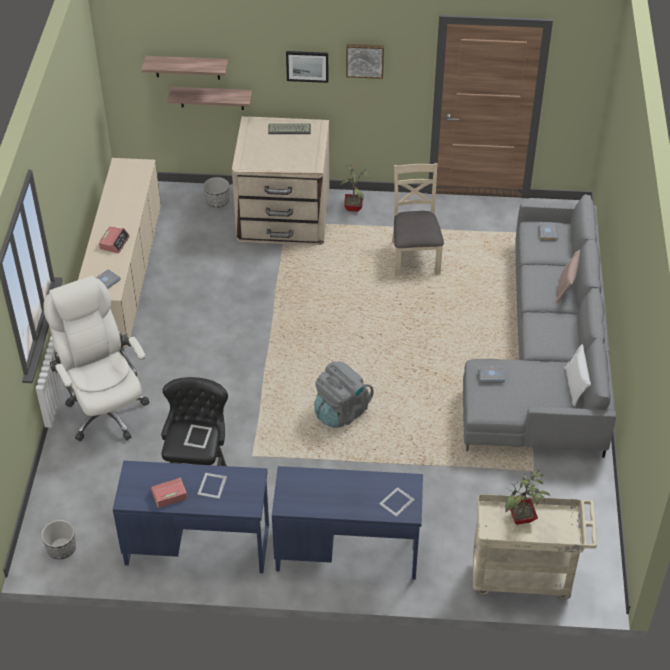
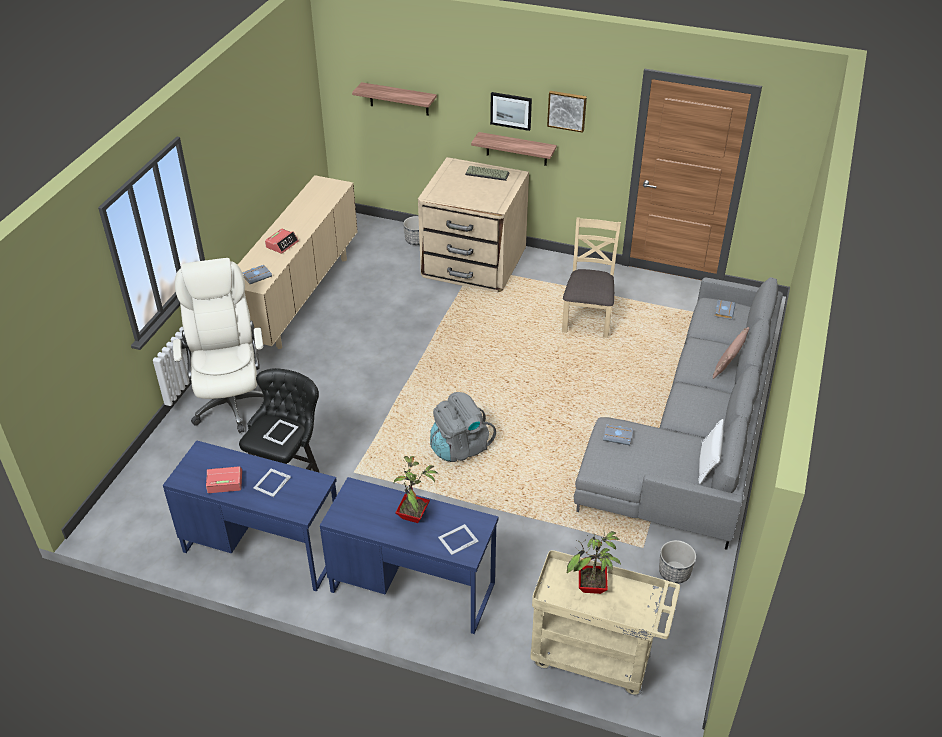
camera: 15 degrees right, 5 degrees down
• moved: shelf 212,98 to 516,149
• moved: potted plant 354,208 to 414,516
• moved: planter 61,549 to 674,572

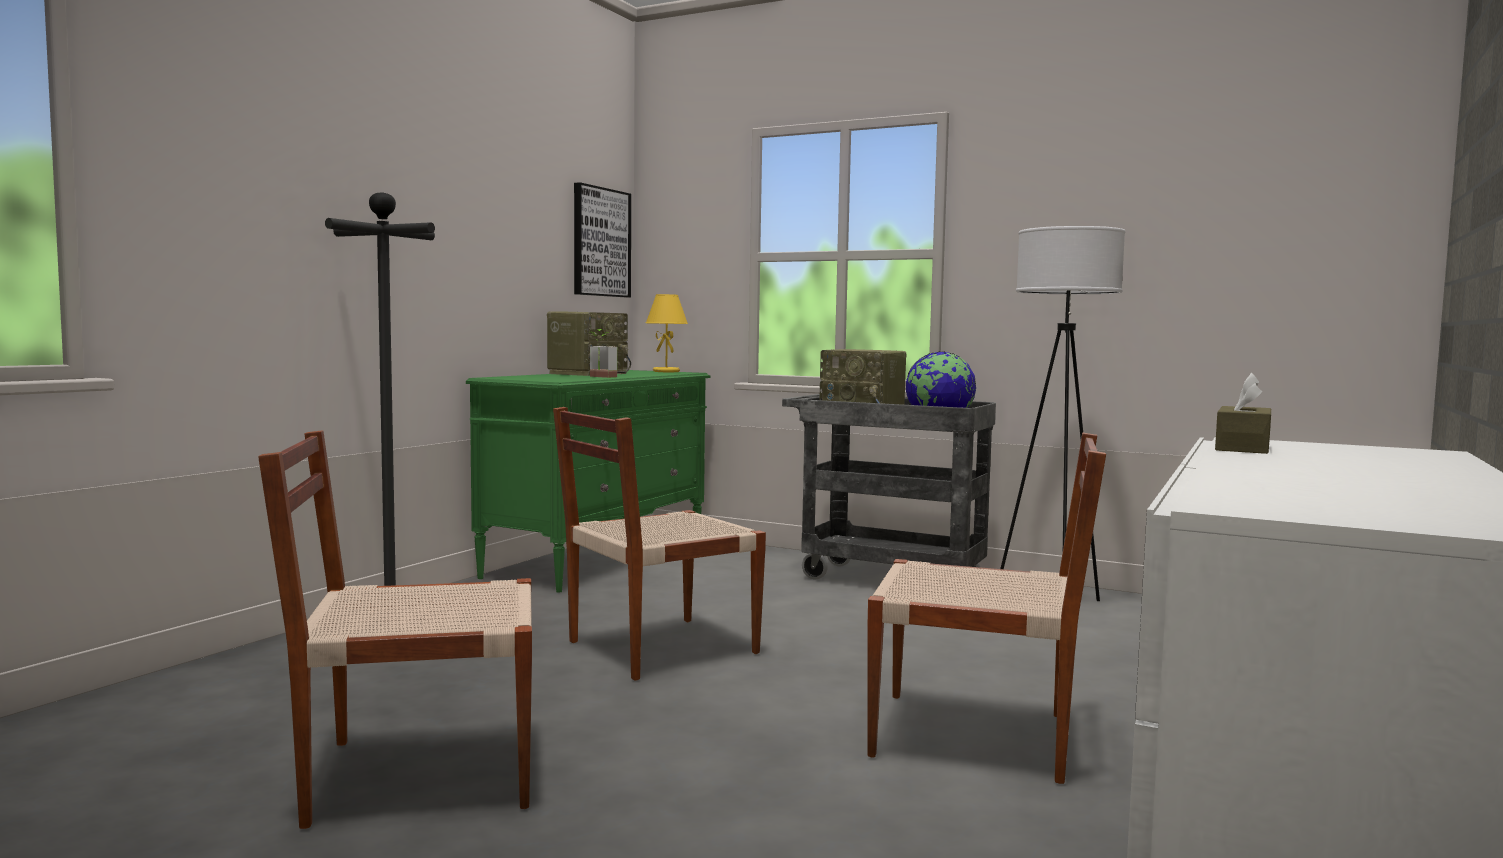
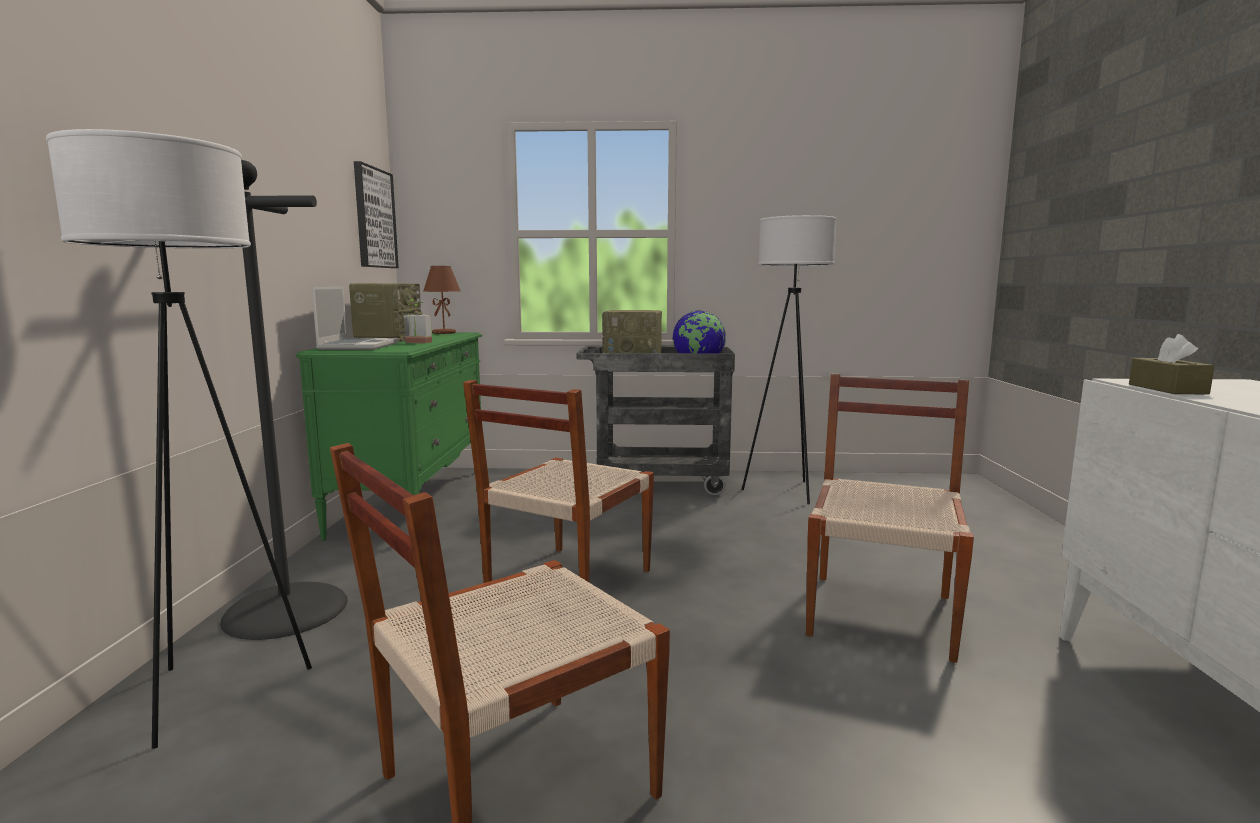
camera: 25 degrees left, 5 degrees up
• recoloured: yellow table lamp 666,371 to brown table lamp 444,333
• turned: chair 977,737 = 881,613 60 degrees counterclockwise
• added: white floor lamp 218,691
• added: laptop 358,346

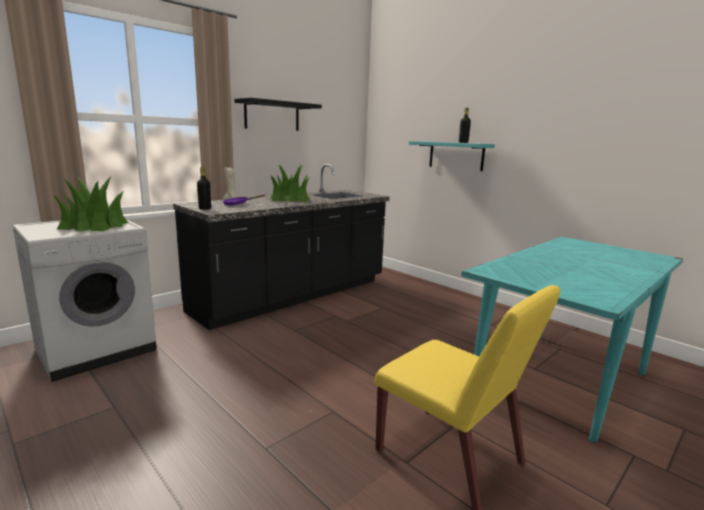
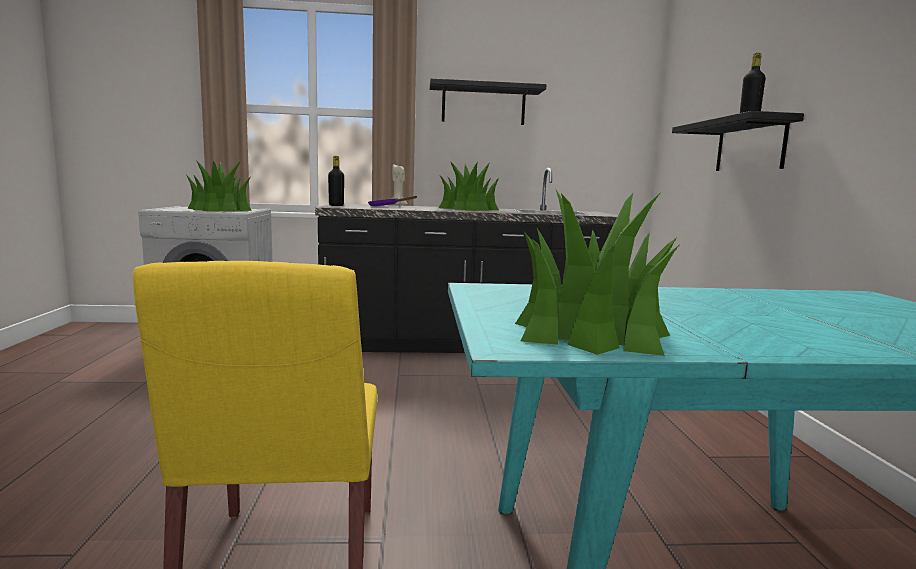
camera: 40 degrees right, 5 degrees down
• recoloured: turquoise shelf 456,155 to black shelf 750,146
• added: potted plant 591,330

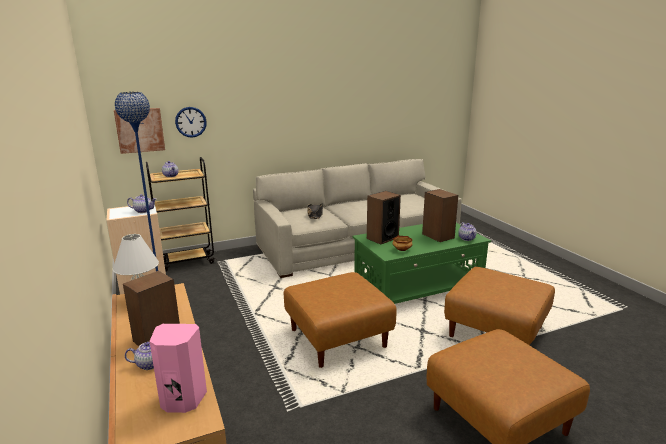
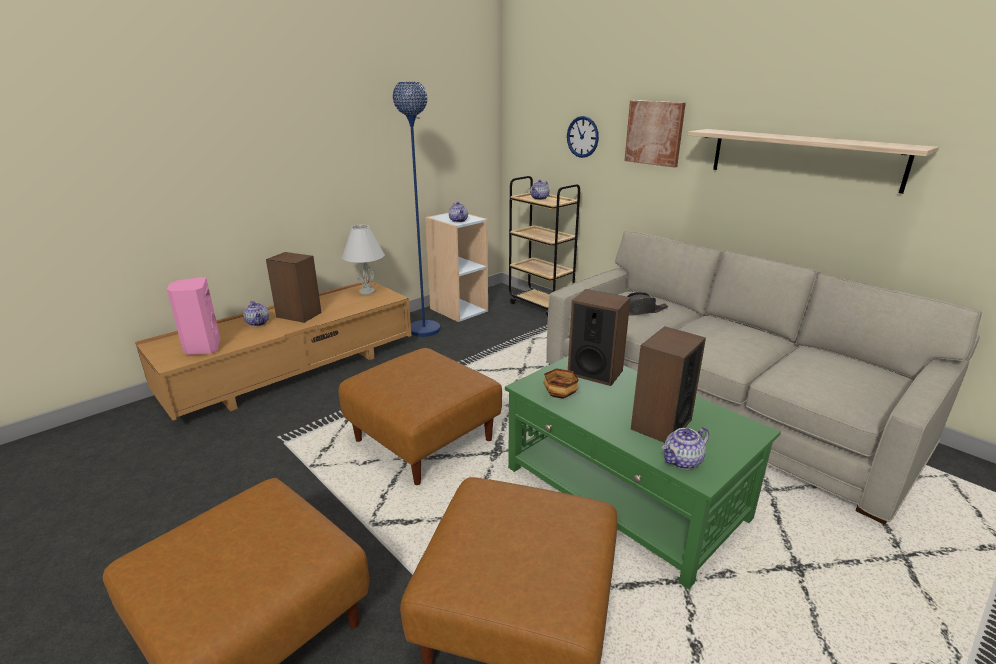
camera: 70 degrees right, 5 degrees up
• moved: picture 140,130 to 654,133
• added: shelf 803,158

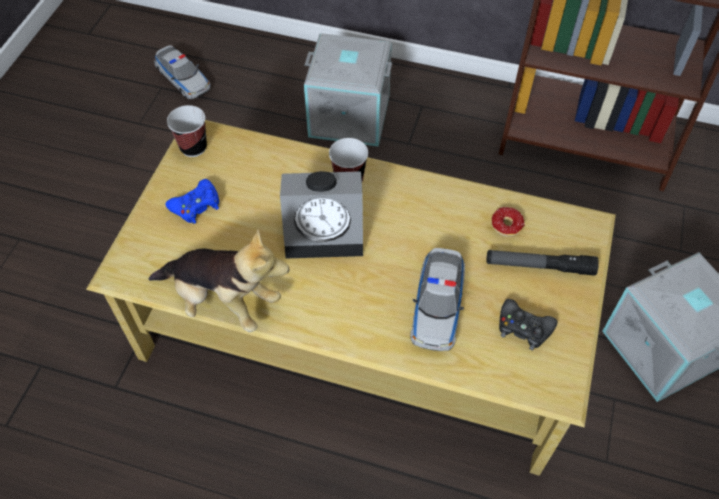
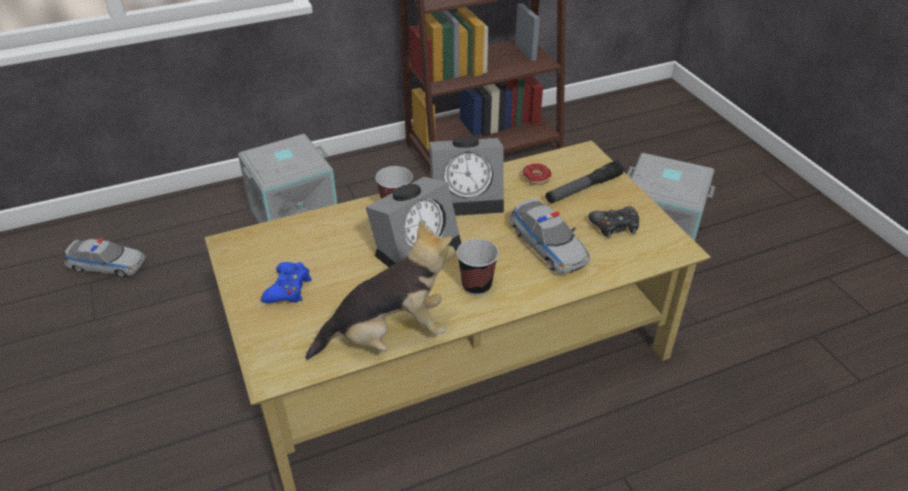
camera: 40 degrees left, 15 degrees down
• moved: cup 193,147 to 476,285
• added: alarm clock 468,198

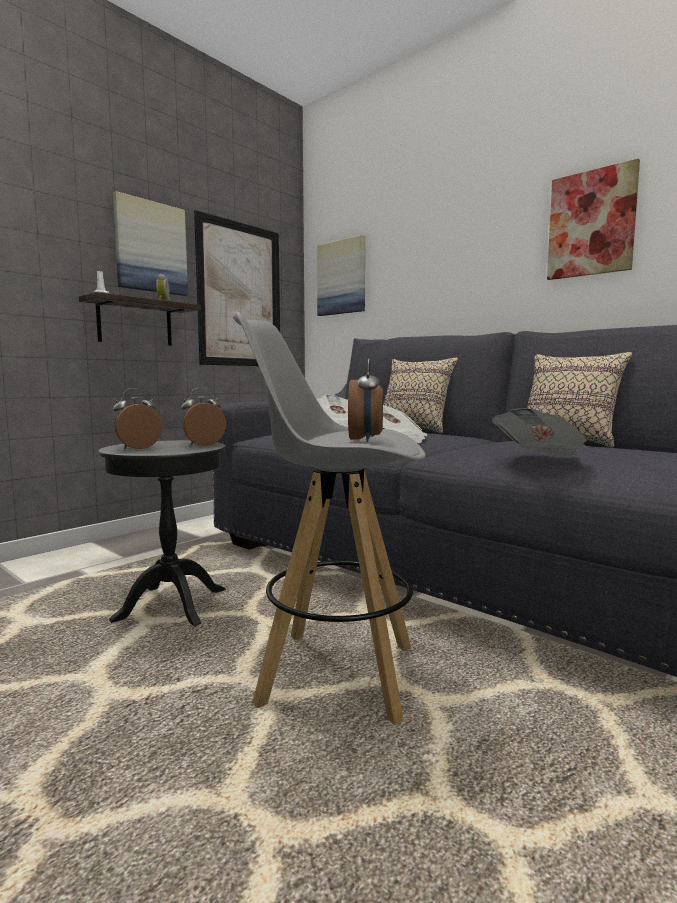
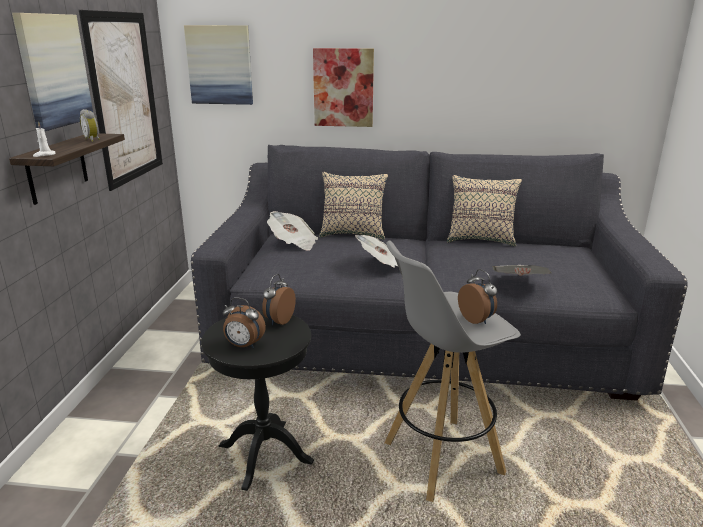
camera: 35 degrees left, 15 degrees up
• moved: picture 591,223 to 343,88
• turned: alarm clock 137,448 = 244,345 90 degrees counterclockwise

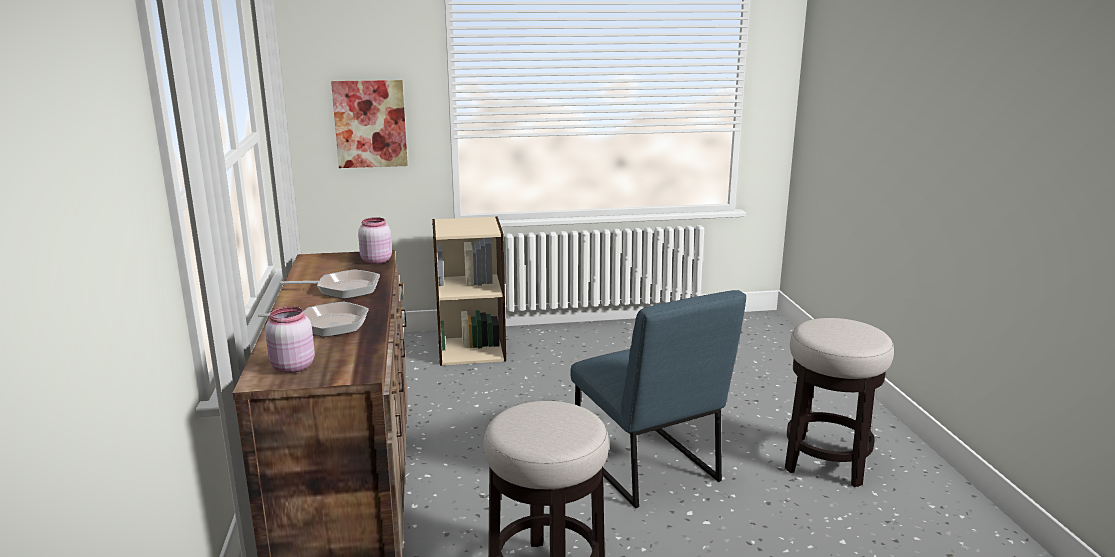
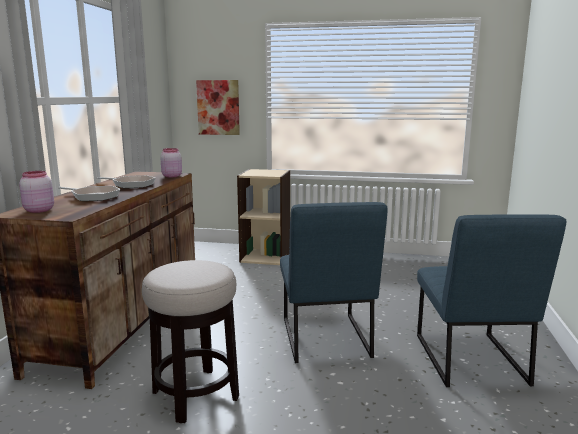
camera: 20 degrees right, 5 degrees down
• replaced: stool 826,462 to blue chair 470,360

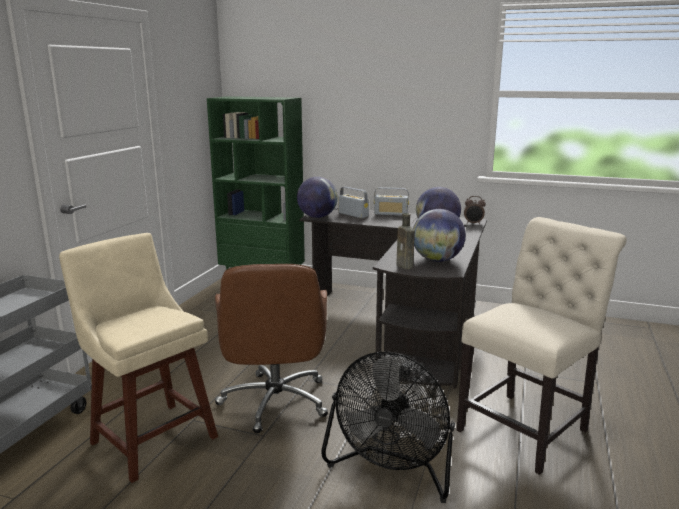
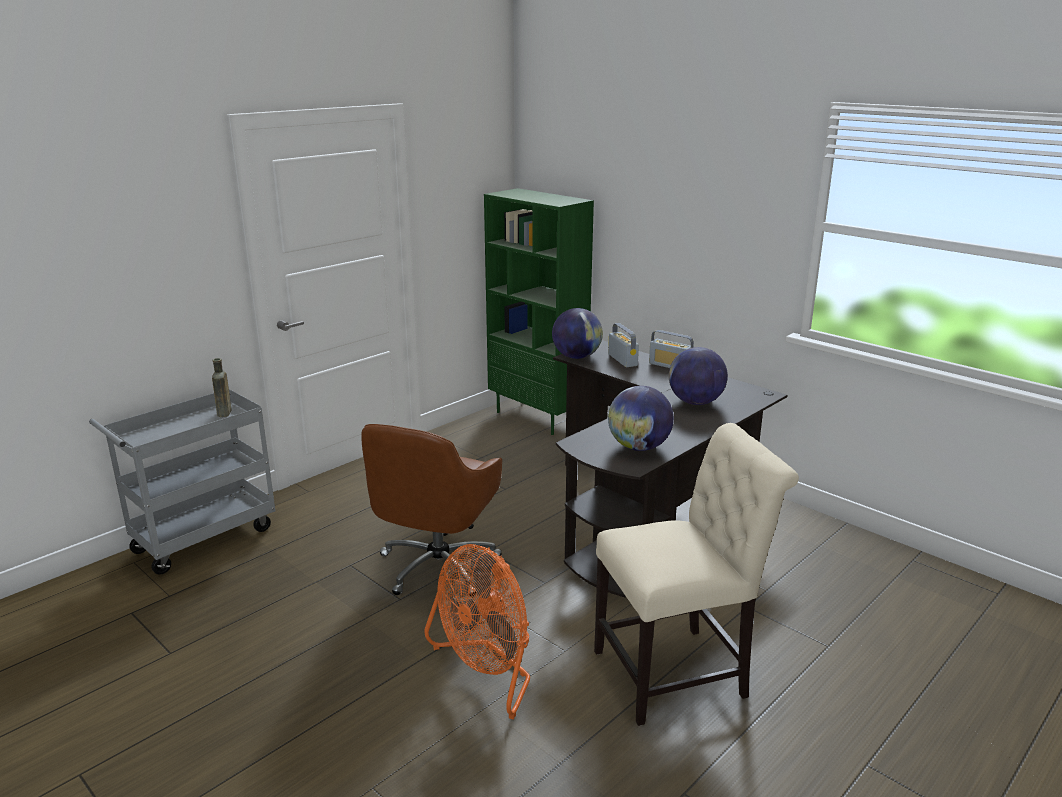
camera: 25 degrees right, 5 degrees up
• removed: alarm clock 473,223
• moved: brown bottle 405,266 to 224,413
• removed: beige chair 151,437
• recoloured: black fan 388,467 to orange fan 490,666

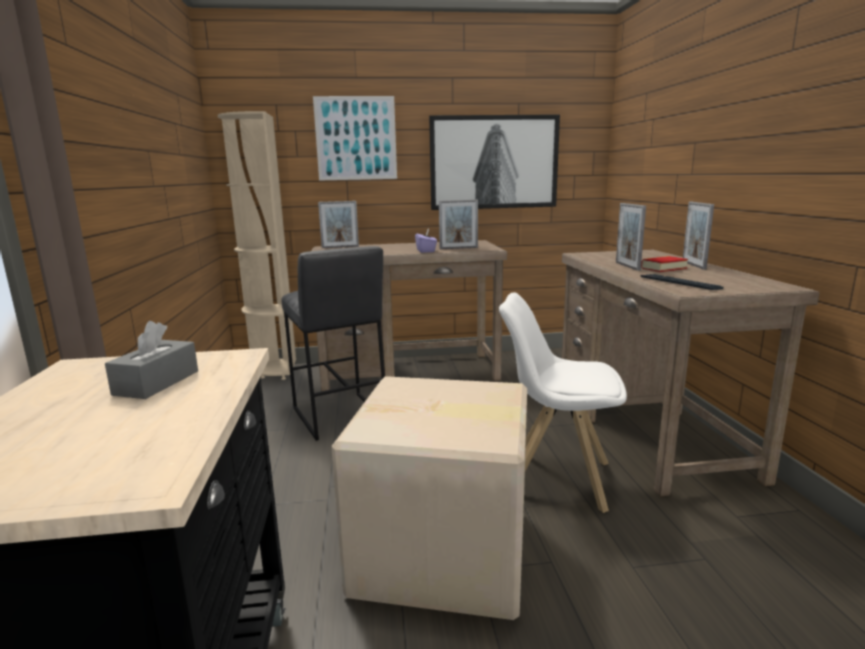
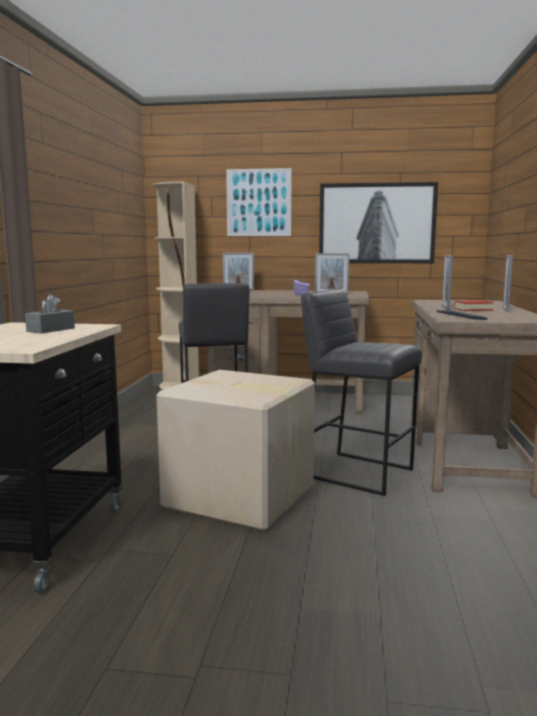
camera: 15 degrees right, 5 degrees down
• replaced: white chair 557,478 to grey stool 357,472

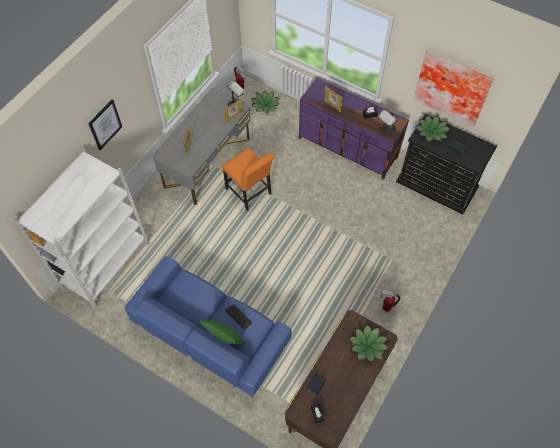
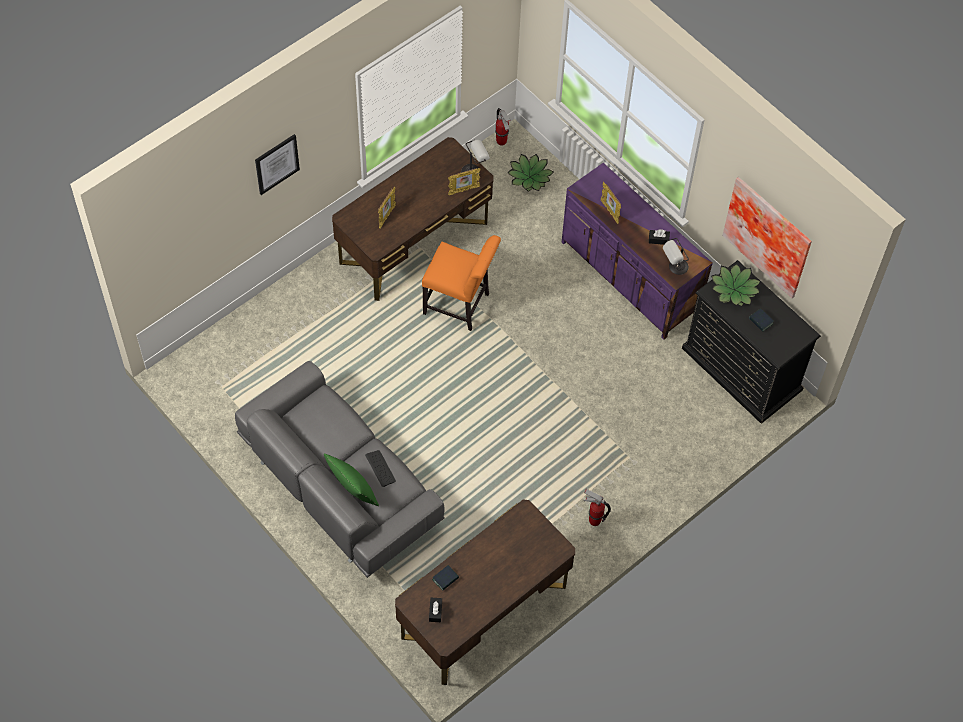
camera: 15 degrees right, 0 degrees up
• recoloured: grey desk 207,162 to brown desk 414,242
• turned: orange chair 250,193 = 460,306 45 degrees counterclockwise
• removed: white bookcase 106,265
• recoloured: blue sofa 210,334 to grey sofa 340,484
• removed: potted plant 368,346

